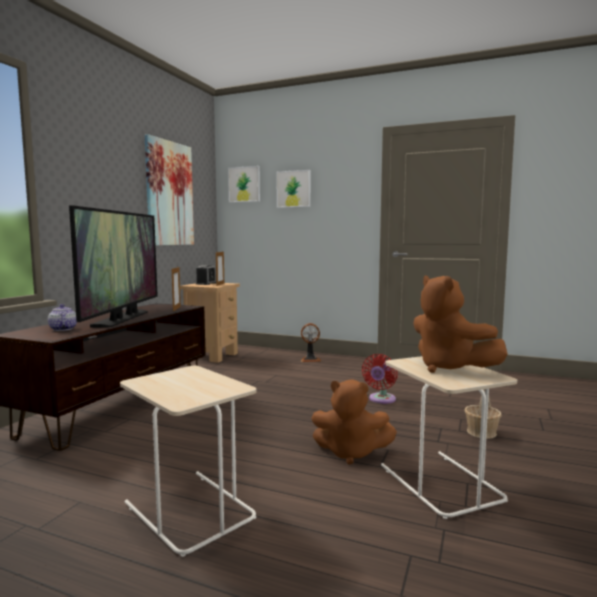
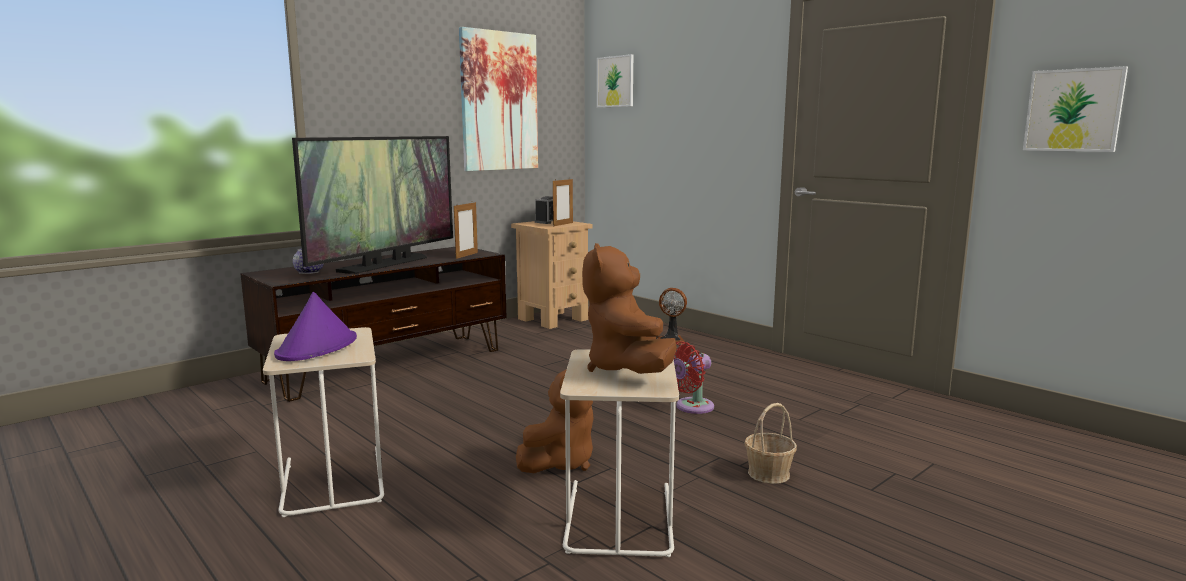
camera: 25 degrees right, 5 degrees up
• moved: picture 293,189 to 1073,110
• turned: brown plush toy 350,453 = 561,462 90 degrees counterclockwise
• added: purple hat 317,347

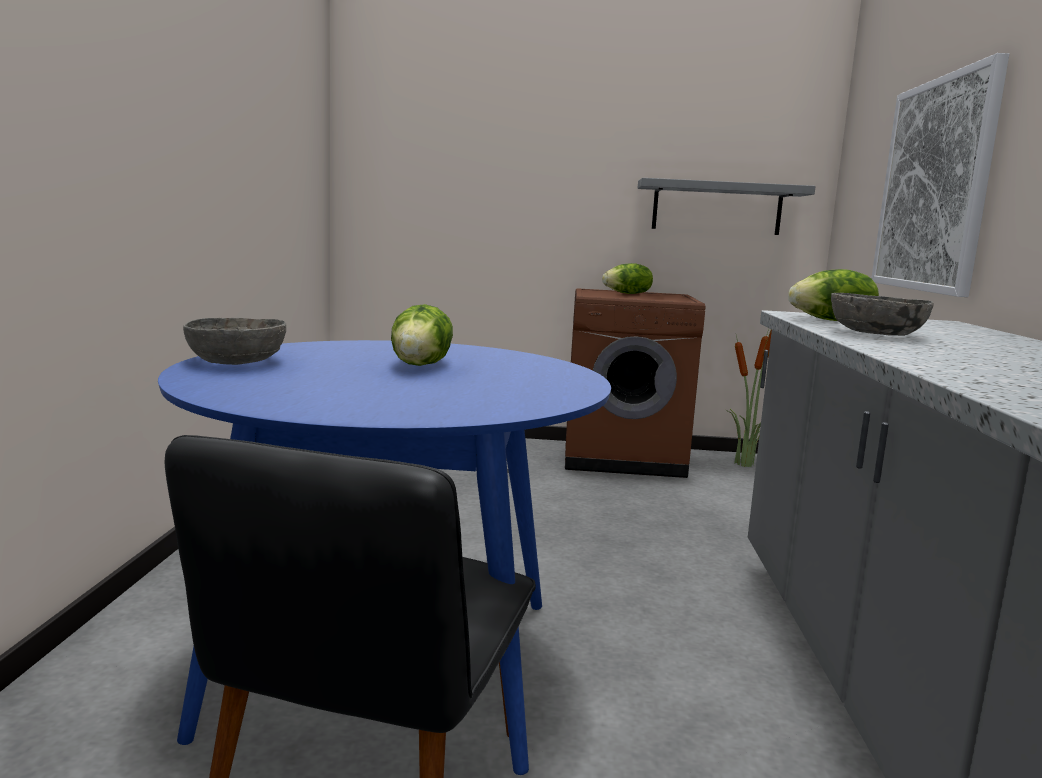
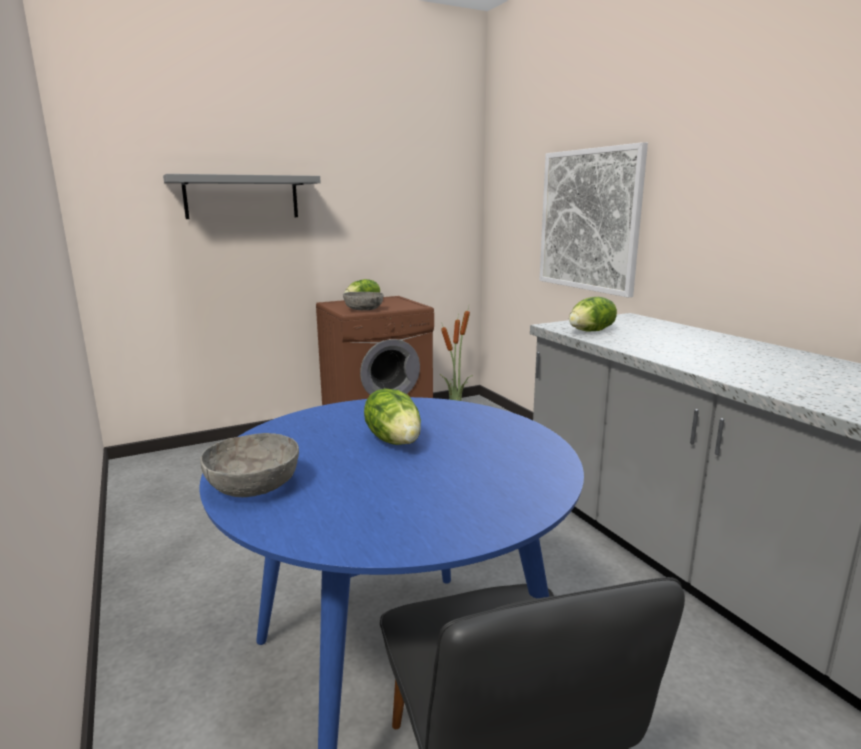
camera: 30 degrees left, 5 degrees up
• moved: grey shelf 717,208 to 242,197
• moved: grey bowl 876,334 to 363,309

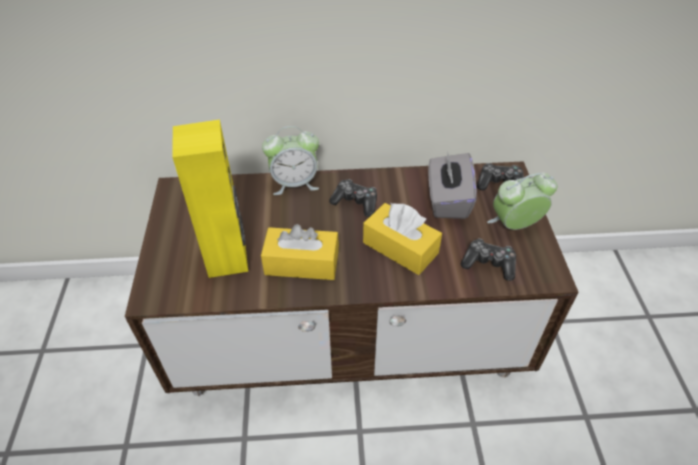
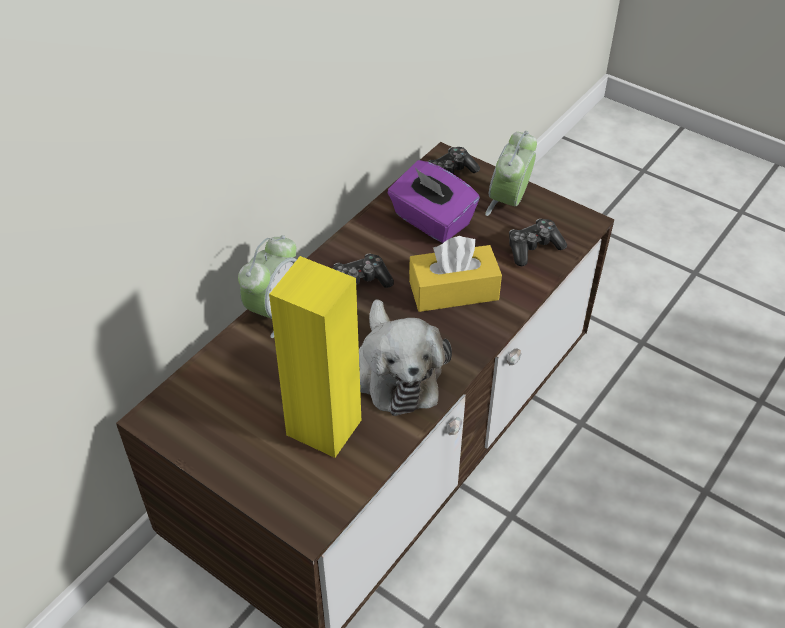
camera: 50 degrees left, 0 degrees up
• recoloured: grey tissue box 447,200 to purple tissue box 431,221
• replaced: yellow tissue box 302,263 to plush toy 396,372

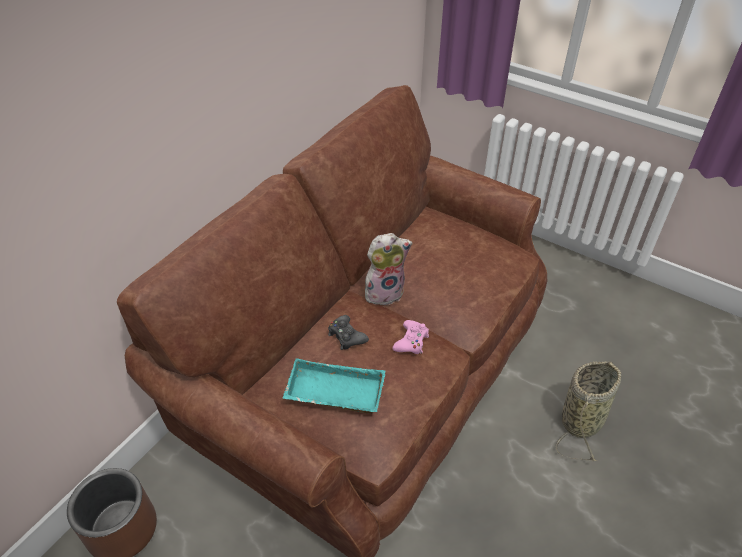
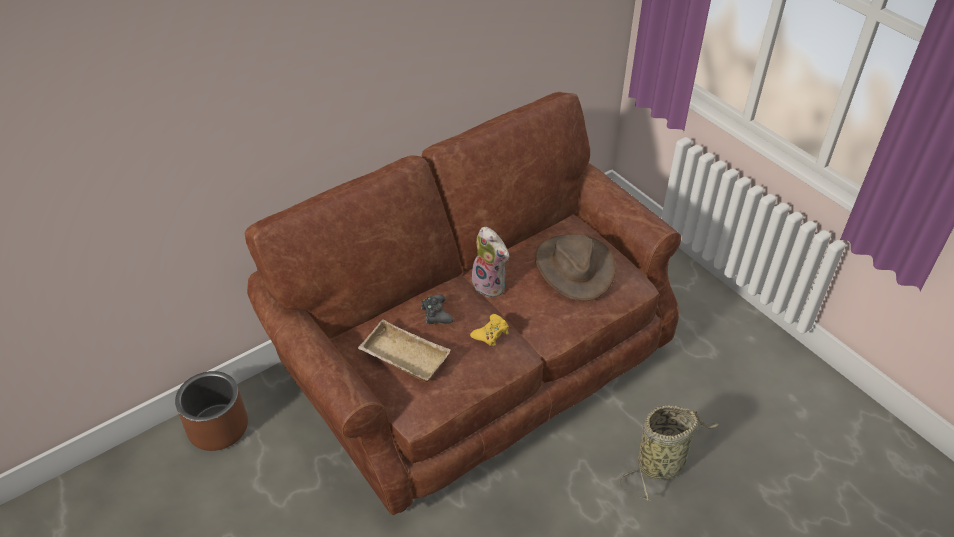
camera: 20 degrees right, 0 degrees up
• turned: plush toy 384,292 = 491,285 45 degrees clockwise
• recoloured: pink game controller 411,341 to yellow game controller 491,334
• recoloured: turquoise tray 333,393 to beige tray 402,357
• added: brown hat 574,267

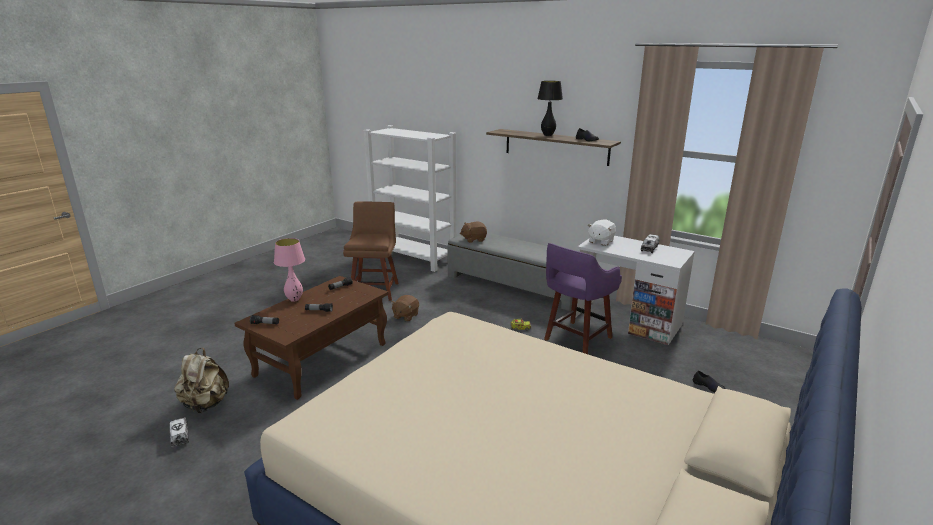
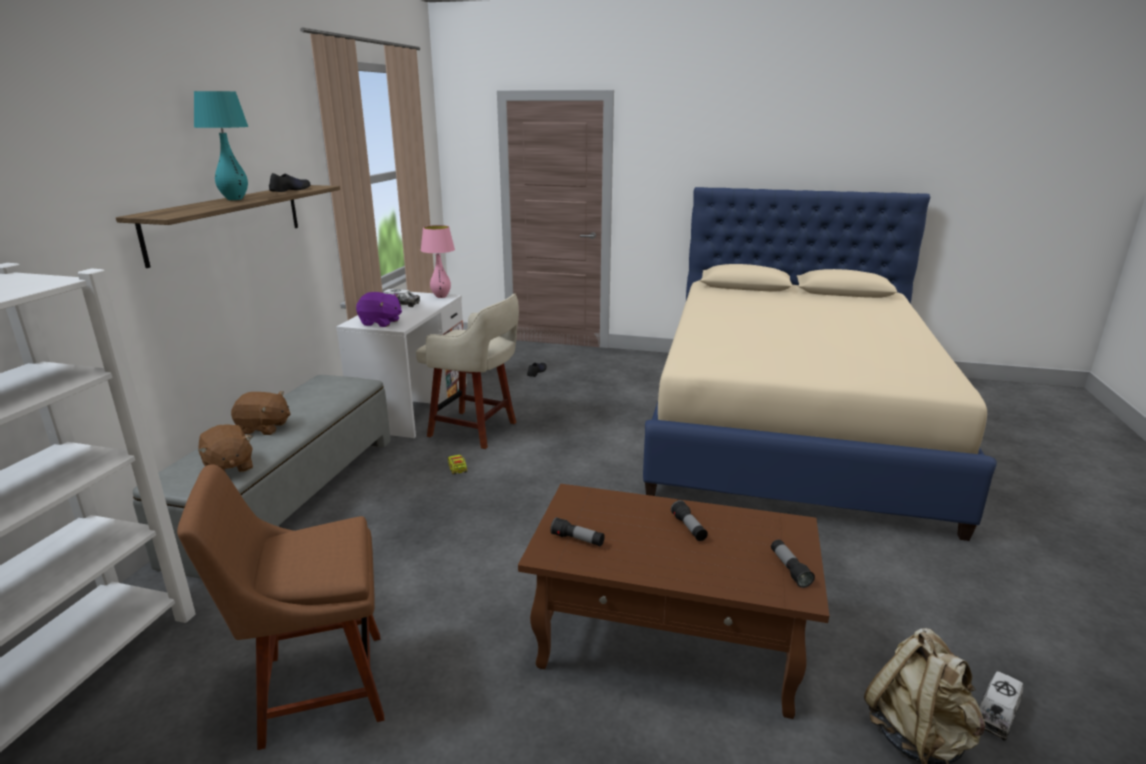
camera: 110 degrees left, 0 degrees up
• recoloured: black table lamp 548,135 to turquoise table lamp 234,199
• recoloured: white plush toy 600,241 to purple plush toy 380,323
• moved: pink table lamp 294,299 to 441,296
• recoloured: purple stool 576,340 to beige stool 476,431
• moved: brown plush toy 405,316 to 264,428

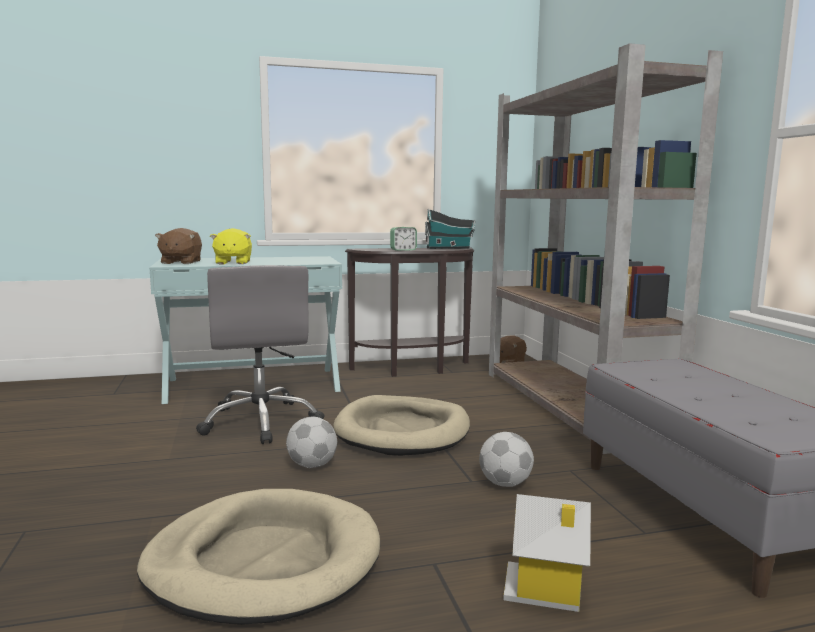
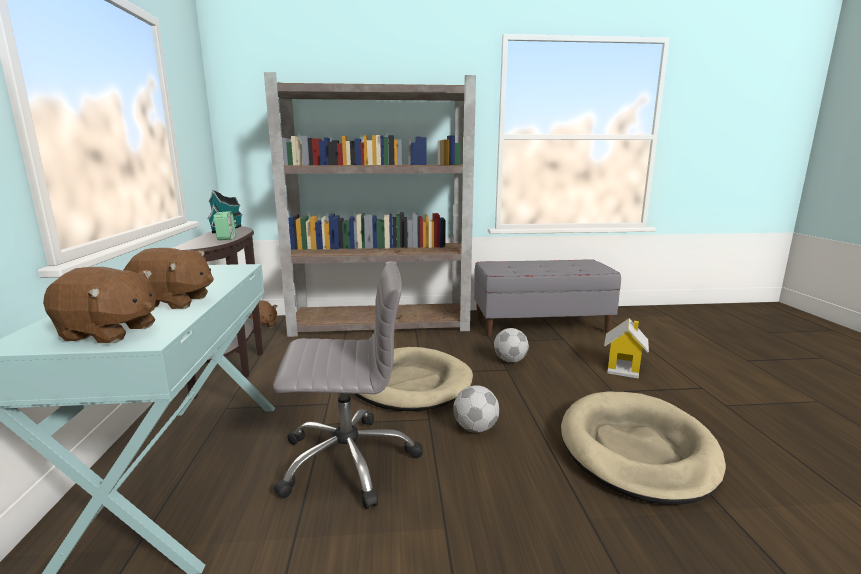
camera: 80 degrees left, 5 degrees up
• recoloured: yellow plush toy 232,262 to brown plush toy 173,302

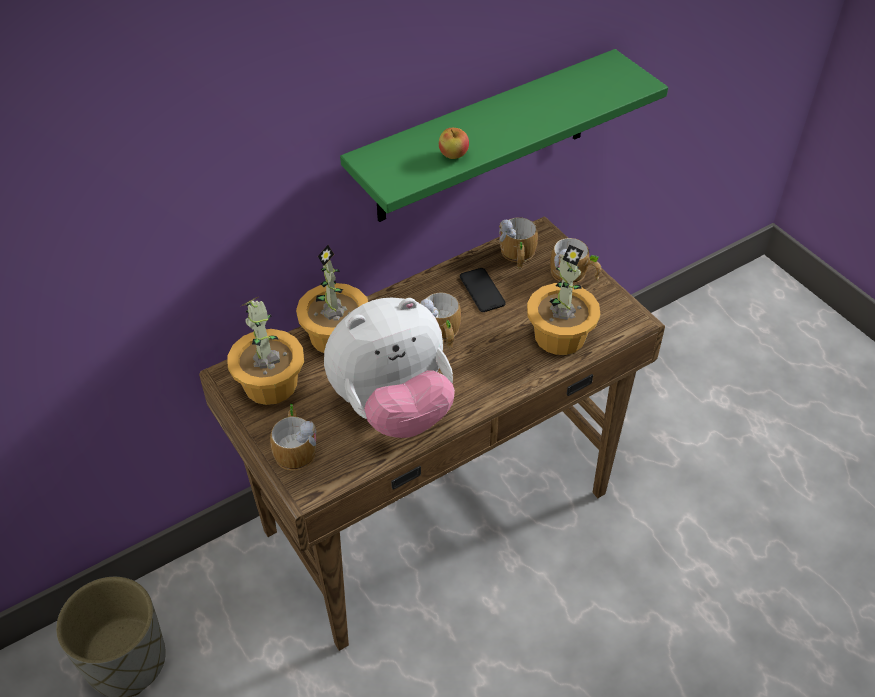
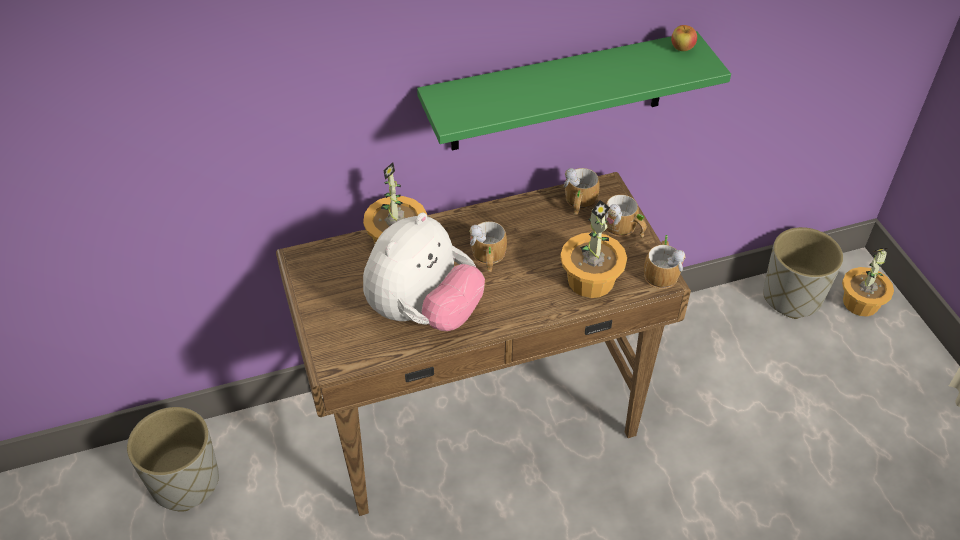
camera: 15 degrees right, 0 degrees up
• moved: apple 453,155 to 682,48
• removed: phone 482,290
• moved: potted plant 271,384 to 861,303
• turned: plush toy 393,407 = 424,312 45 degrees counterclockwise
• moved: mug 296,447 to 662,271
• added: grey planter 792,296

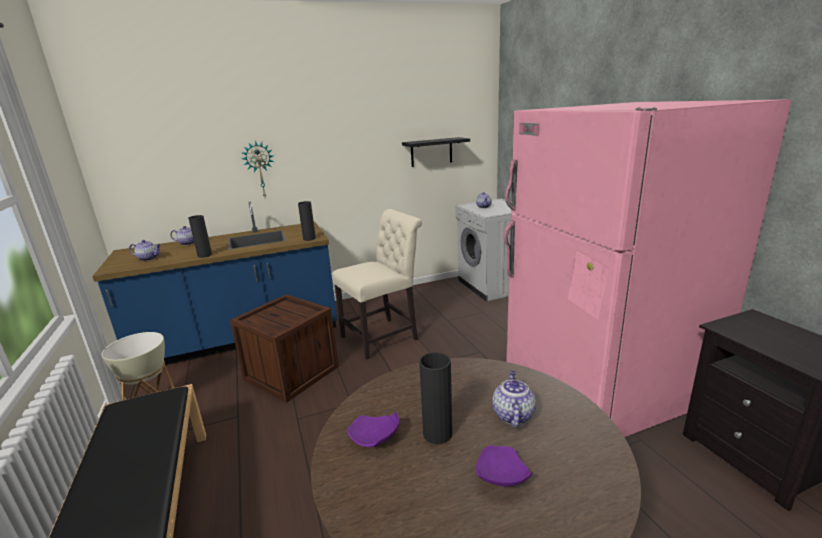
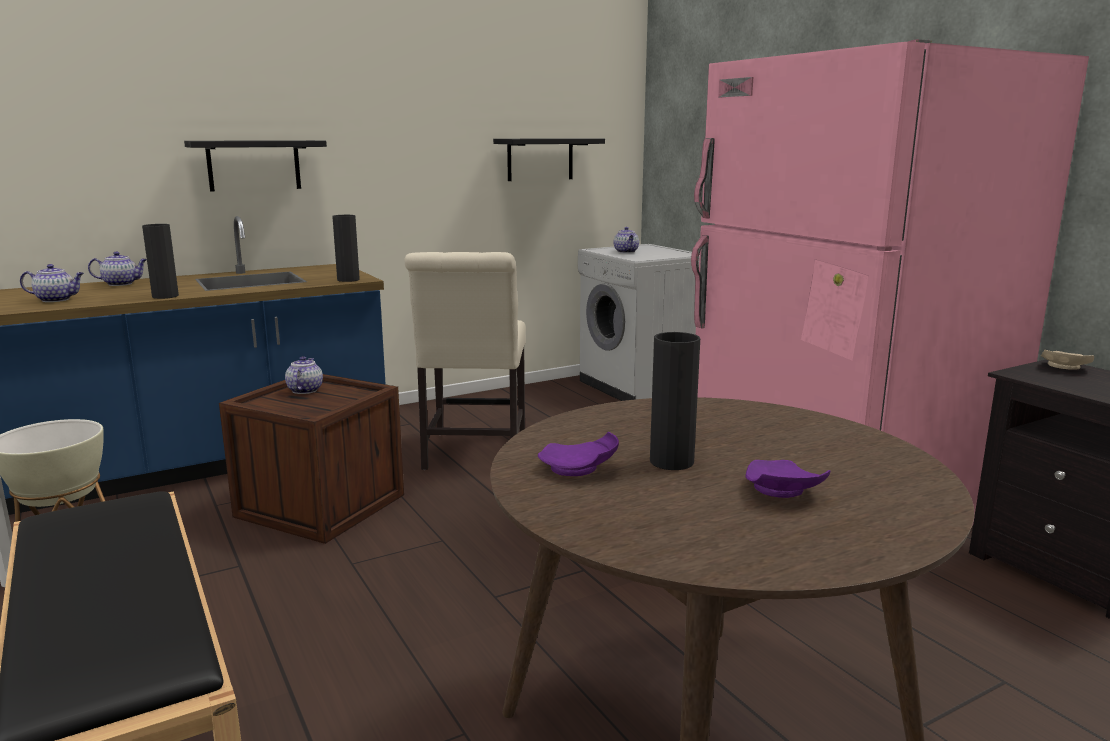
camera: 10 degrees left, 5 degrees down
• replaced: wall clock 260,169 to black shelf 254,165
• turned: beige chair 384,337 = 473,455 135 degrees clockwise
• moved: teapot 512,414 to 305,390
• added: beige plate 1063,367

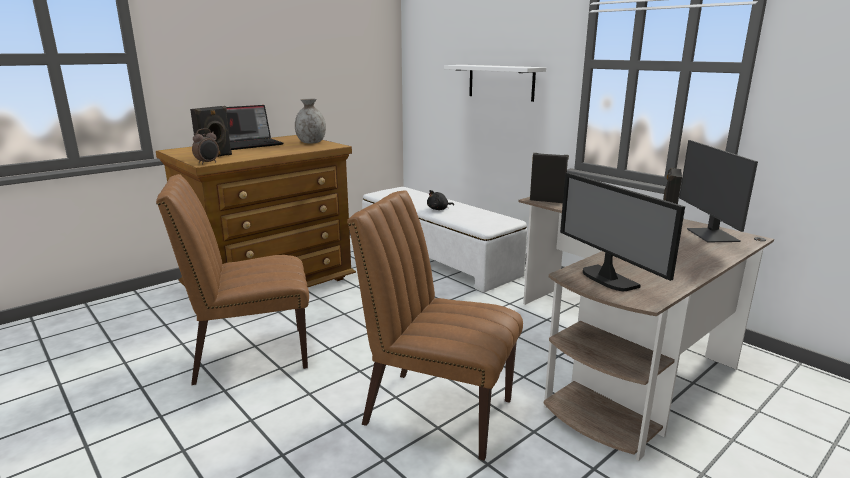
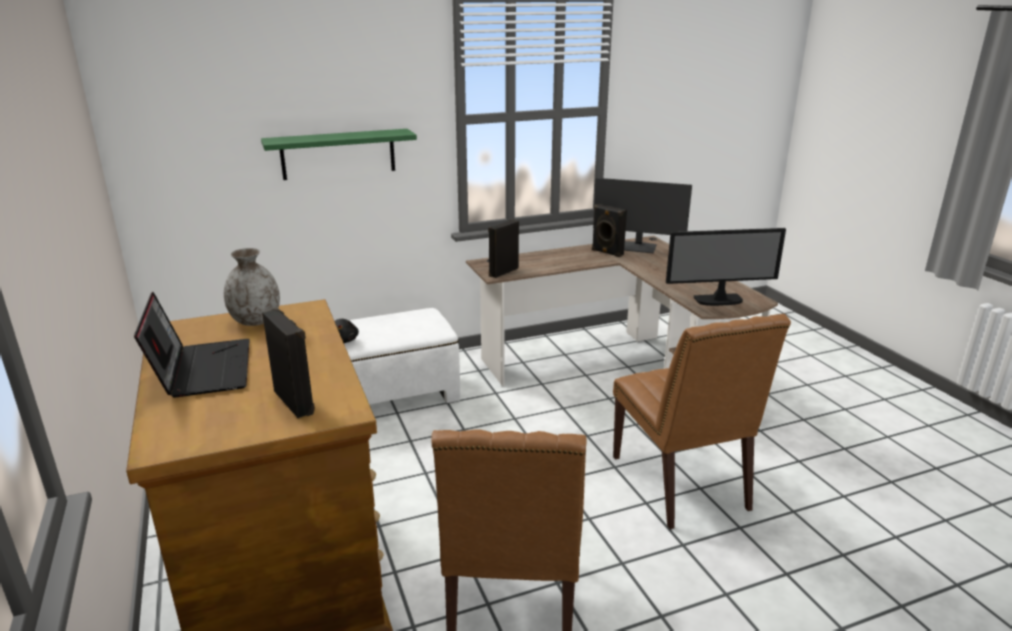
camera: 70 degrees left, 5 degrees up
• recoloured: white shelf 501,82 to green shelf 338,154
• removed: alarm clock 208,163
• turned: brown chair 439,412 = 678,482 60 degrees counterclockwise

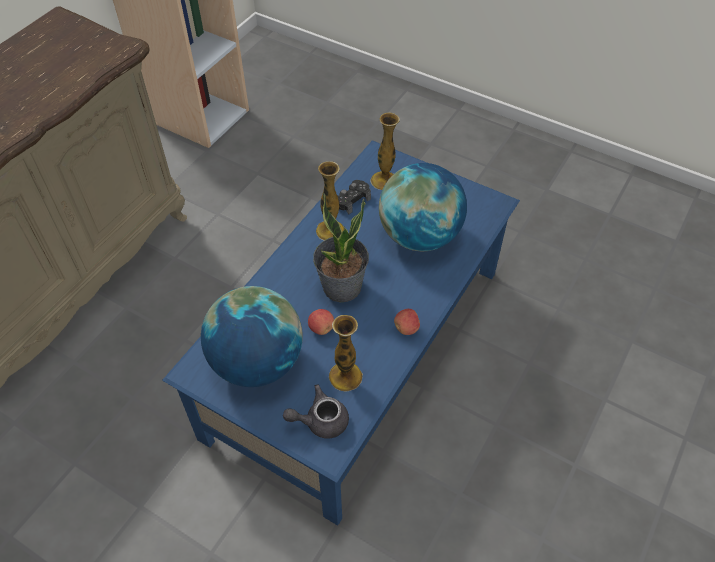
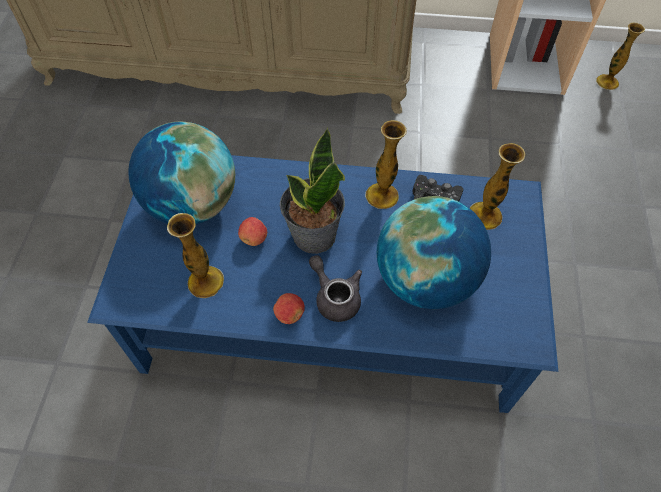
camera: 65 degrees right, 5 degrees up
• moved: grey teapot 320,421 to 335,297
• added: vase 607,82

